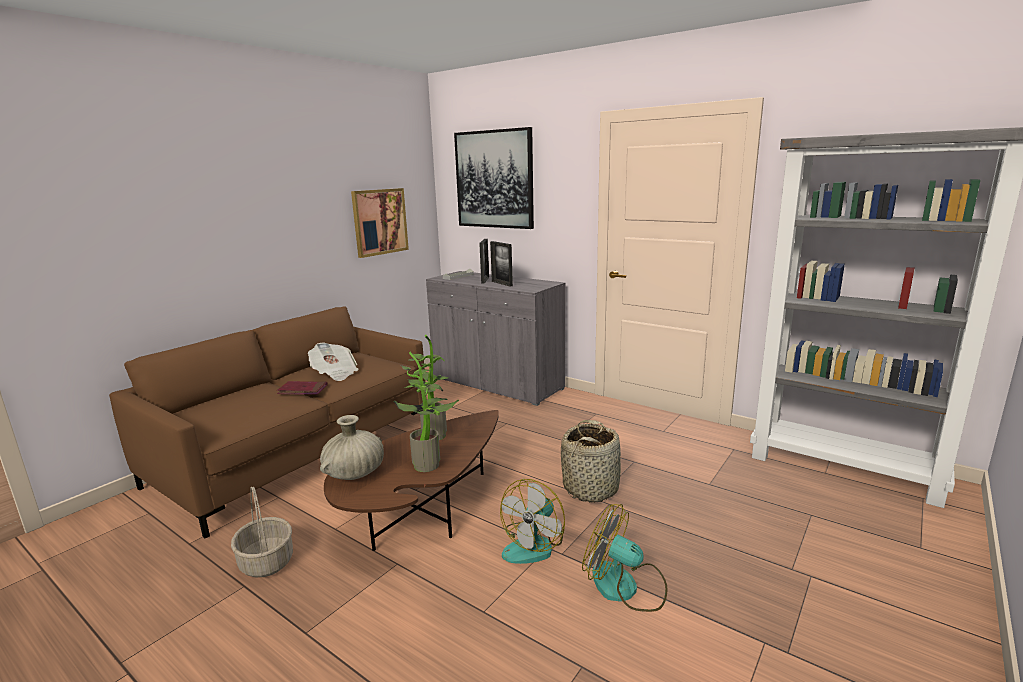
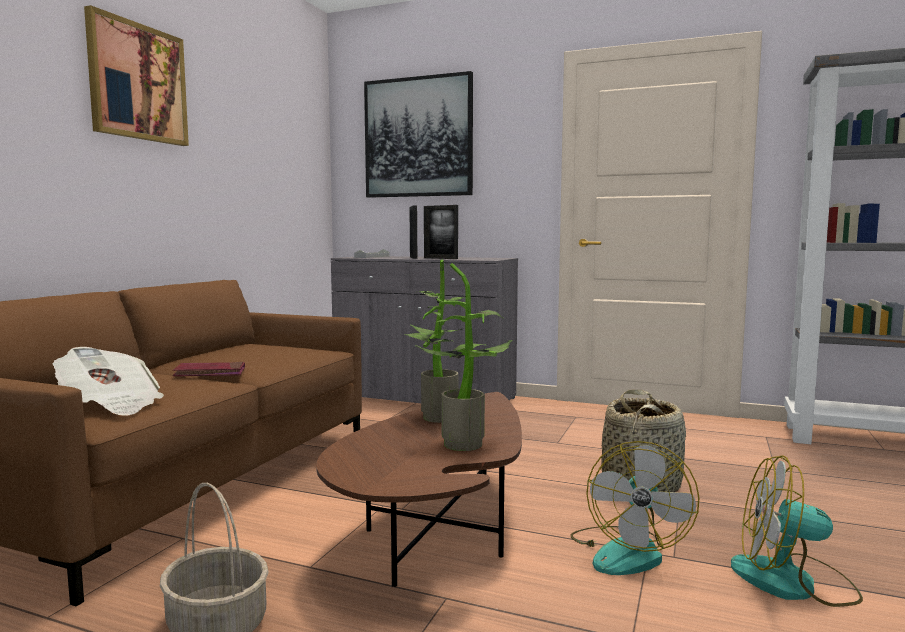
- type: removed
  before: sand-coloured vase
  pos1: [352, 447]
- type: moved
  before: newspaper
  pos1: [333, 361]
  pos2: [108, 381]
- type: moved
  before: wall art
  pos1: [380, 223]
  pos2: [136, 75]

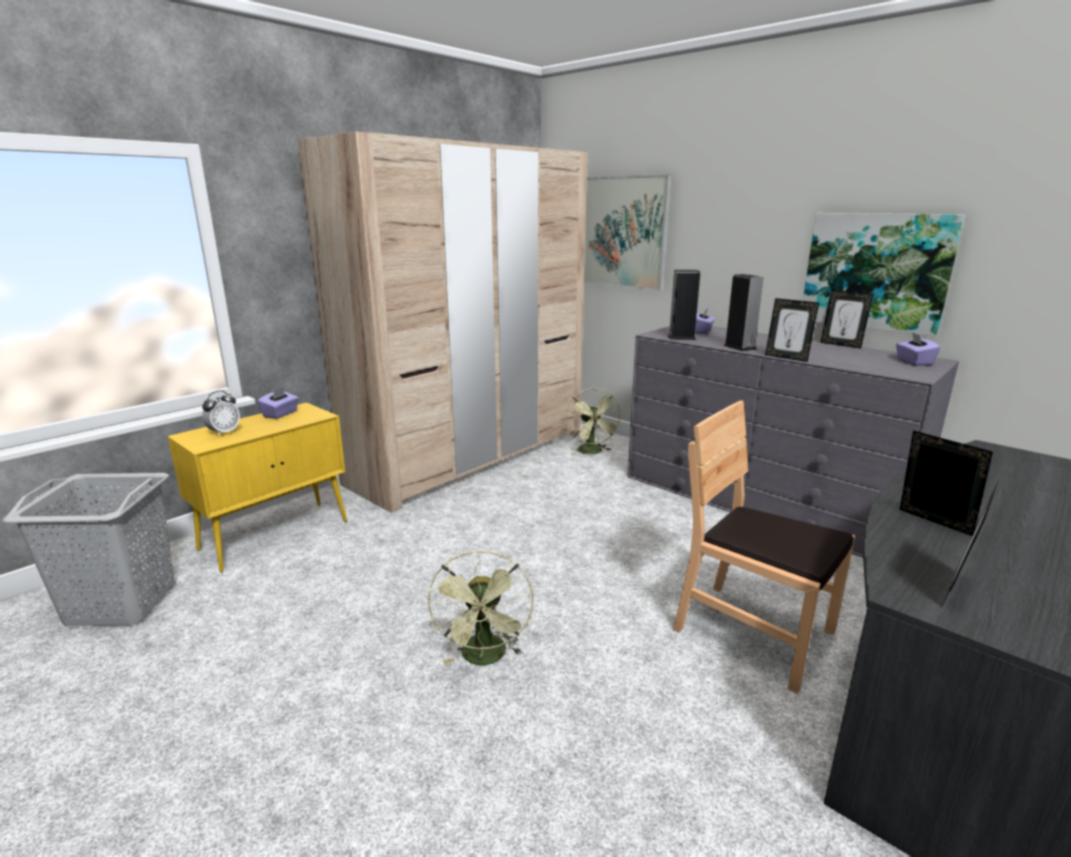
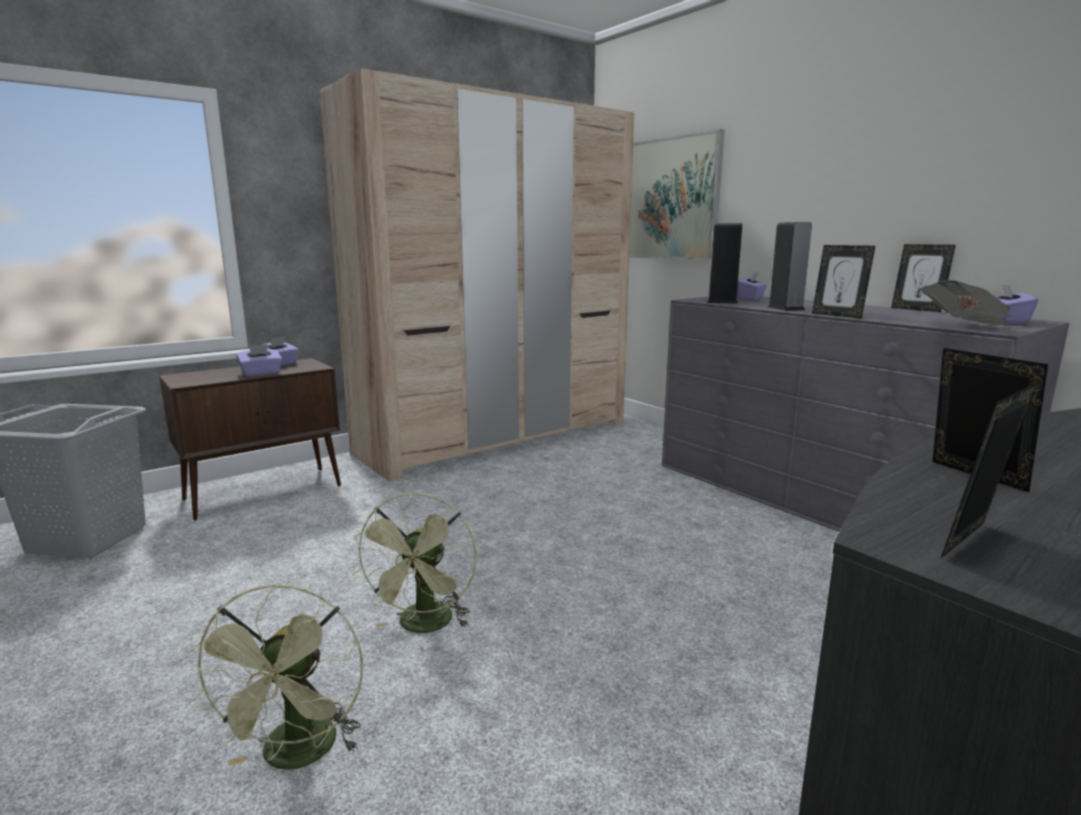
- type: removed
  before: bedside clock
  pos1: [221, 413]
- type: removed
  before: brownish chair
  pos1: [764, 547]
- type: removed
  before: wall art
  pos1: [884, 275]
- type: added
  after: purplish box of tissues
  pos2: [259, 360]
- type: added
  after: newspaper
  pos2: [966, 302]
- type: moved
  before: greenish fan
  pos1: [593, 421]
  pos2: [275, 677]
- type: recoloured
  before: yellow-coloured cupboard
  after: brownish cupboard
  pos1: [257, 487]
  pos2: [250, 439]

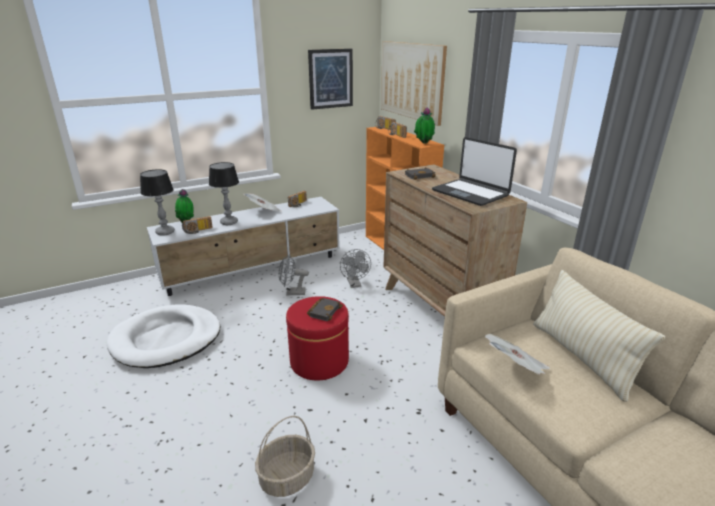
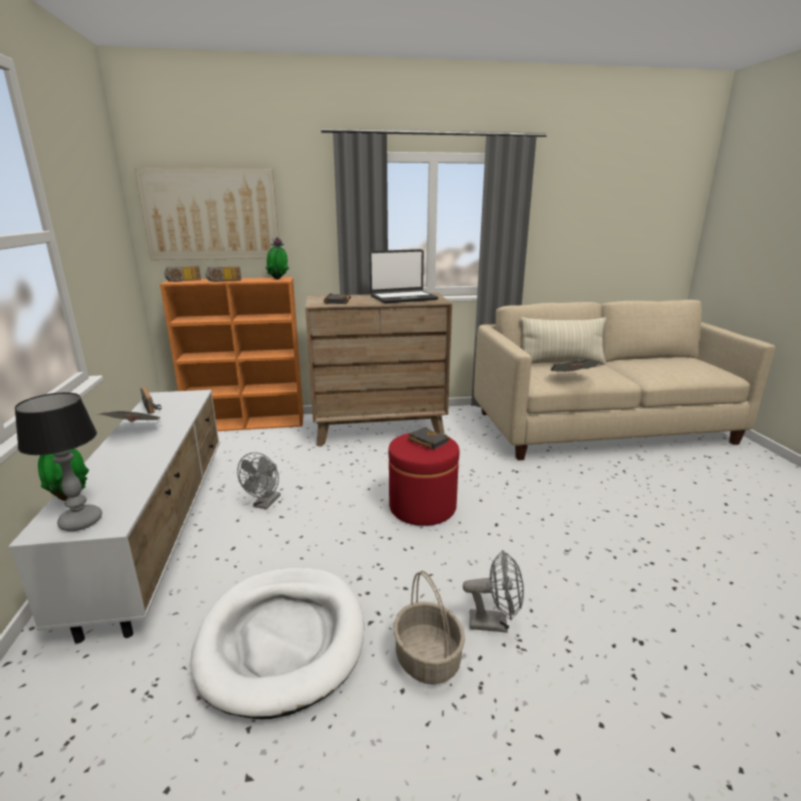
- type: removed
  before: radio receiver
  pos1: [197, 225]
- type: removed
  before: table lamp
  pos1: [224, 193]
- type: removed
  before: wall art
  pos1: [330, 79]
- type: moved
  before: household basket
  pos1: [285, 456]
  pos2: [429, 628]
- type: moved
  before: gray fan
  pos1: [355, 268]
  pos2: [493, 591]

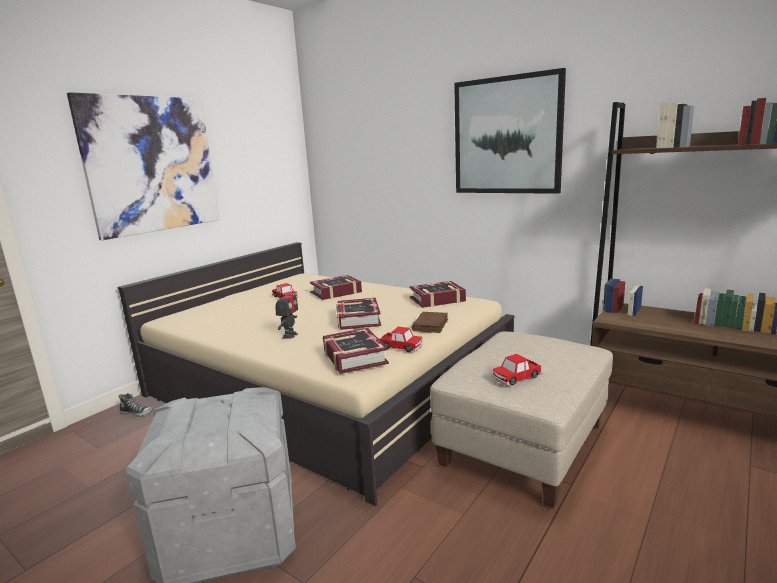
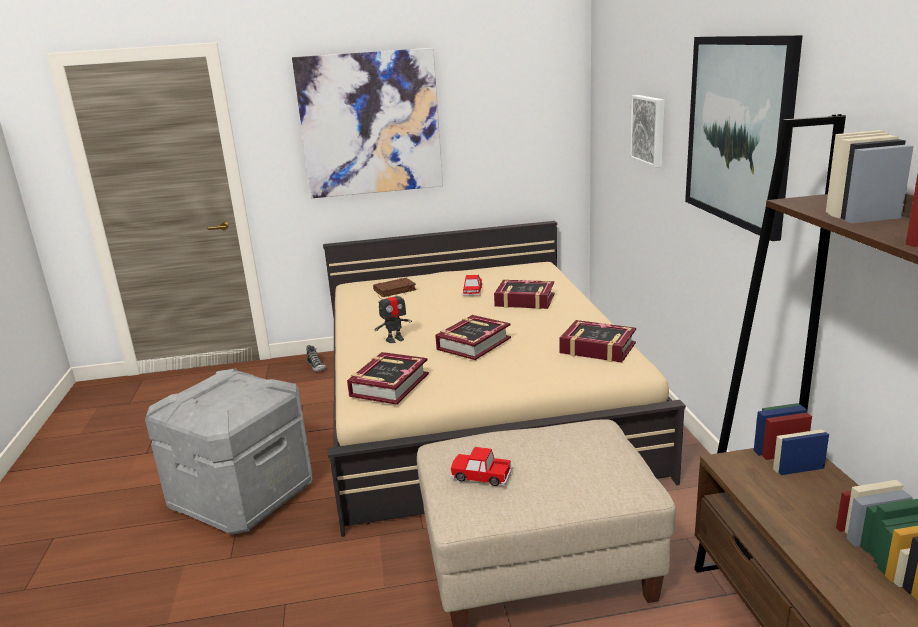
- type: removed
  before: toy car
  pos1: [401, 339]
- type: added
  after: wall art
  pos2: [647, 131]
- type: moved
  before: brownish bound book
  pos1: [429, 322]
  pos2: [395, 287]

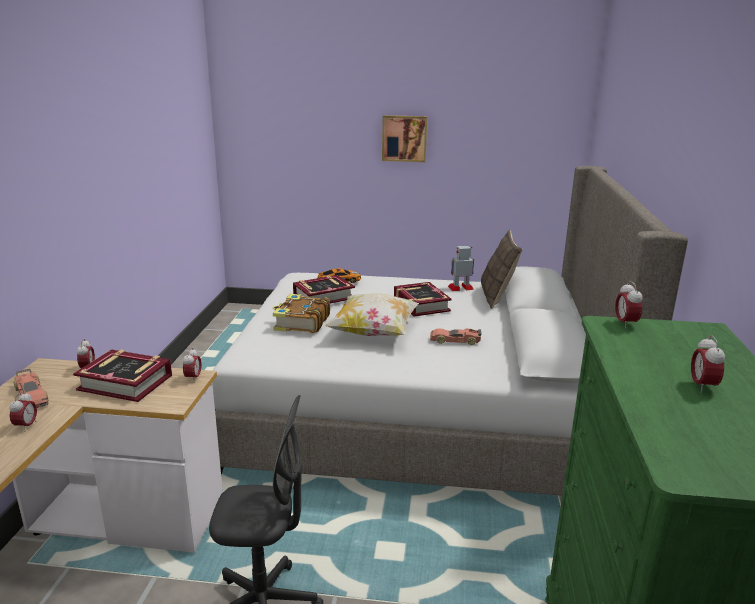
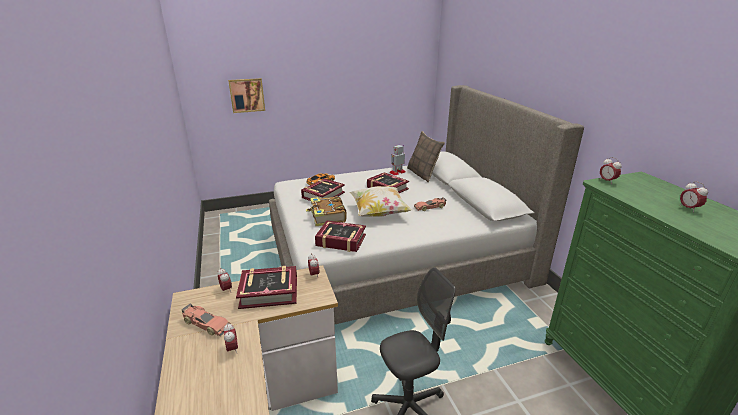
- type: added
  after: bound book
  pos2: [340, 236]
- type: moved
  before: wall art
  pos1: [405, 138]
  pos2: [246, 95]

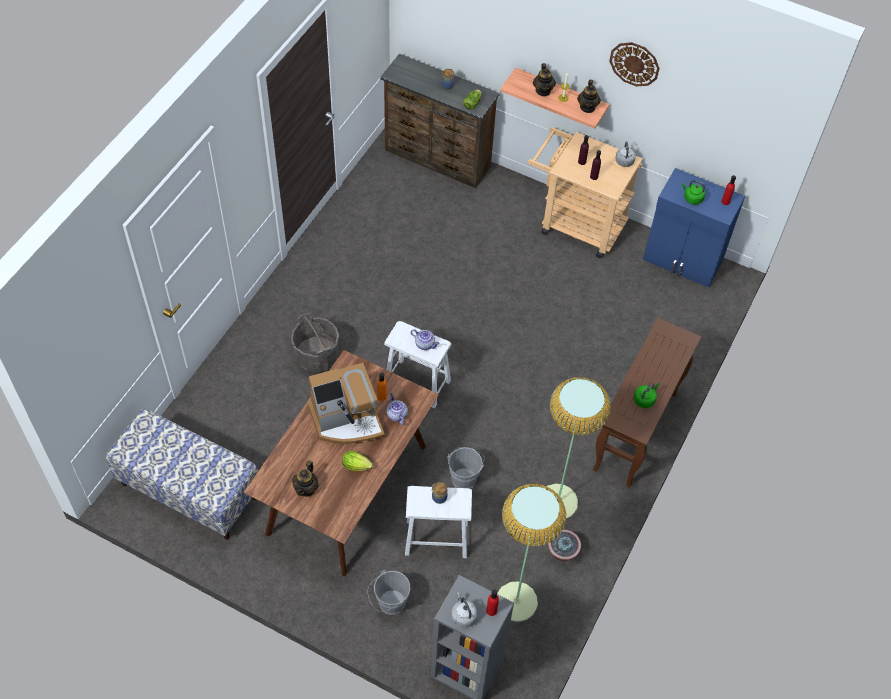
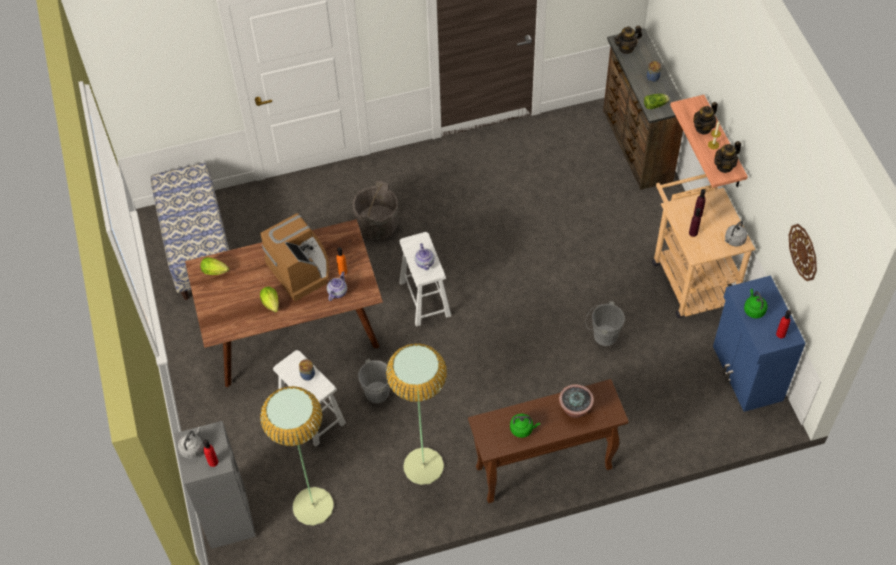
- type: added
  after: lettuce
  pos2: [214, 266]
- type: moved
  before: tea pot
  pos1: [305, 479]
  pos2: [628, 40]
- type: moved
  before: gray water bucket
  pos1: [389, 592]
  pos2: [605, 323]
- type: moved
  before: potted plant
  pos1: [564, 546]
  pos2: [576, 401]
- type: moved
  before: clock on the wall
  pos1: [634, 64]
  pos2: [803, 252]
- type: turned
  before: coffee brewer
  pos1: [346, 403]
  pos2: [294, 257]
  turn: -150

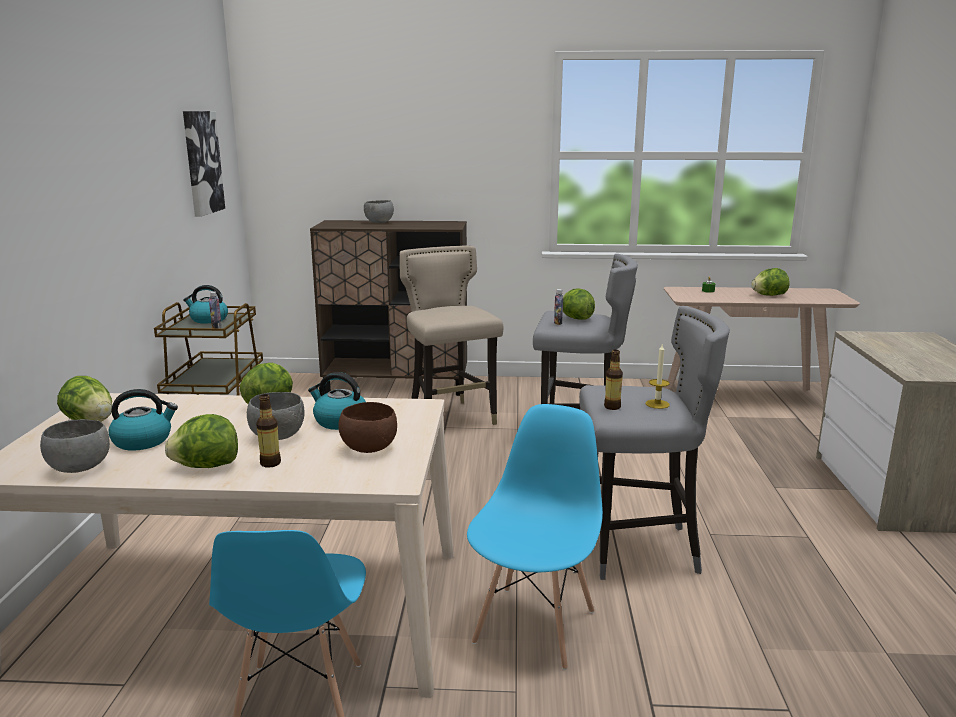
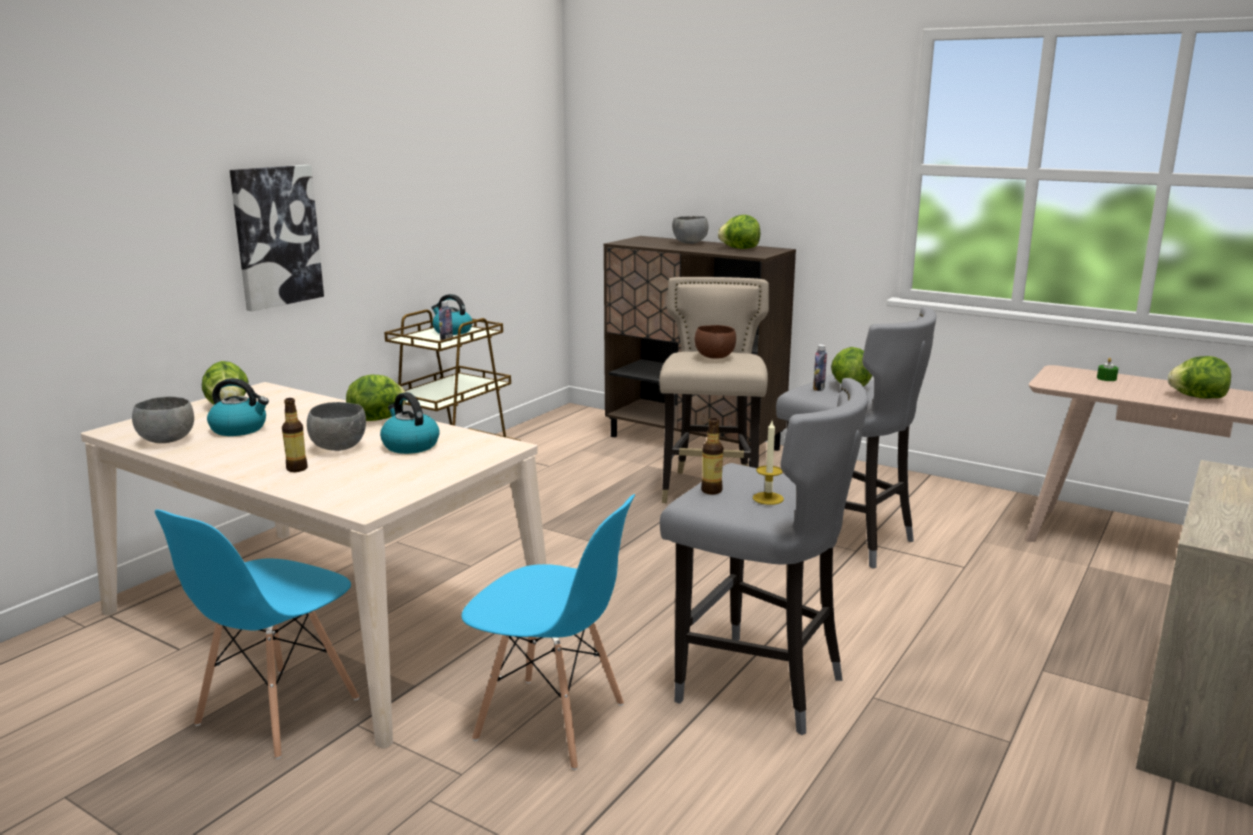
- type: moved
  before: lettuce
  pos1: [201, 441]
  pos2: [739, 232]
- type: moved
  before: wall art
  pos1: [204, 164]
  pos2: [277, 238]
- type: moved
  before: brownish deep dish
  pos1: [367, 427]
  pos2: [715, 342]
- type: turned
  before: bluish chair
  pos1: [535, 537]
  pos2: [548, 632]
  turn: 60

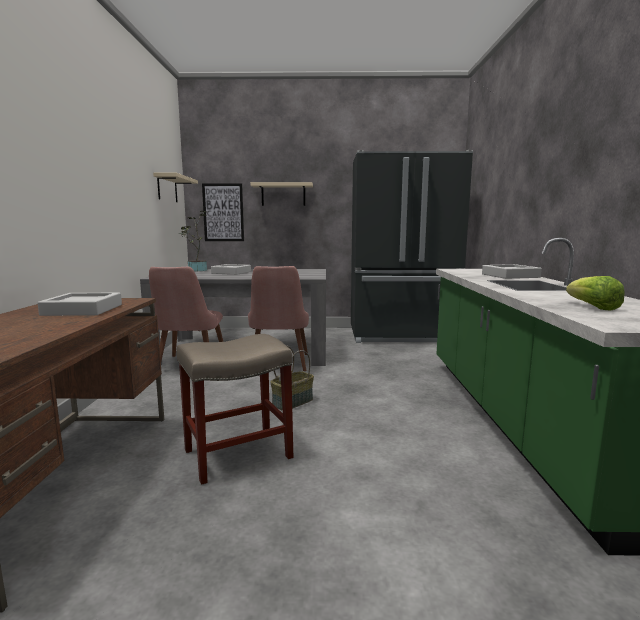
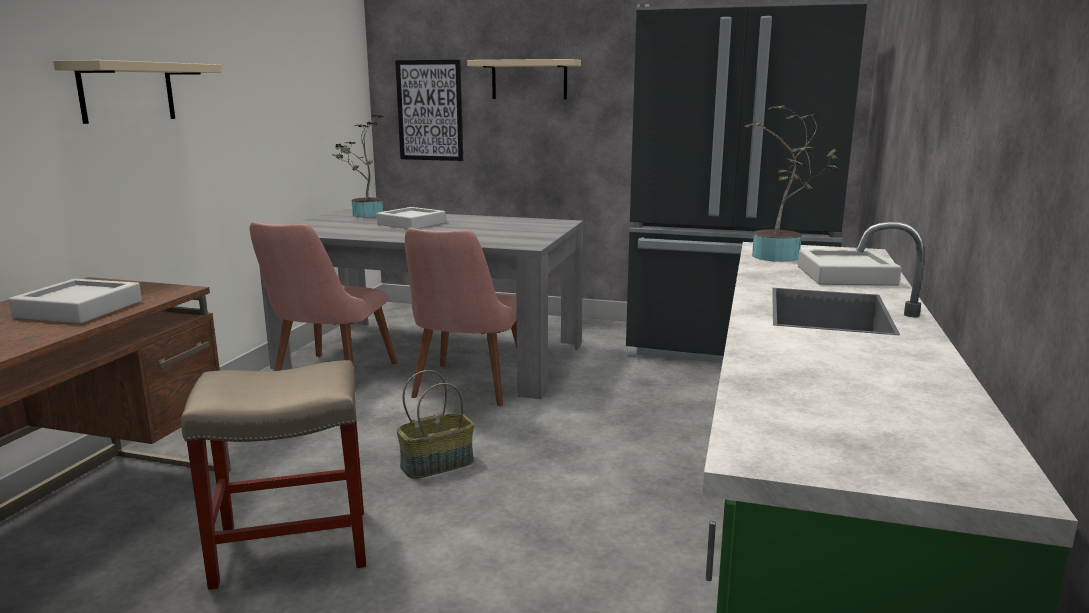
- type: removed
  before: lettuce
  pos1: [595, 293]
- type: added
  after: potted plant
  pos2: [791, 183]
- type: moved
  before: sand-coloured shelf
  pos1: [175, 187]
  pos2: [137, 92]

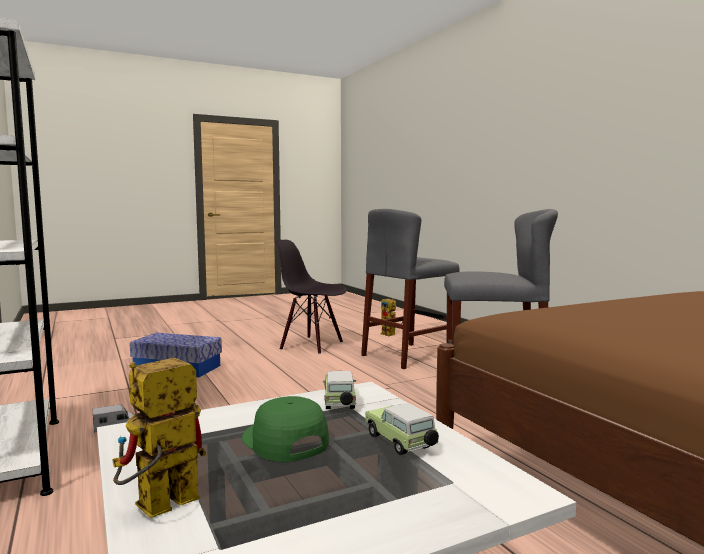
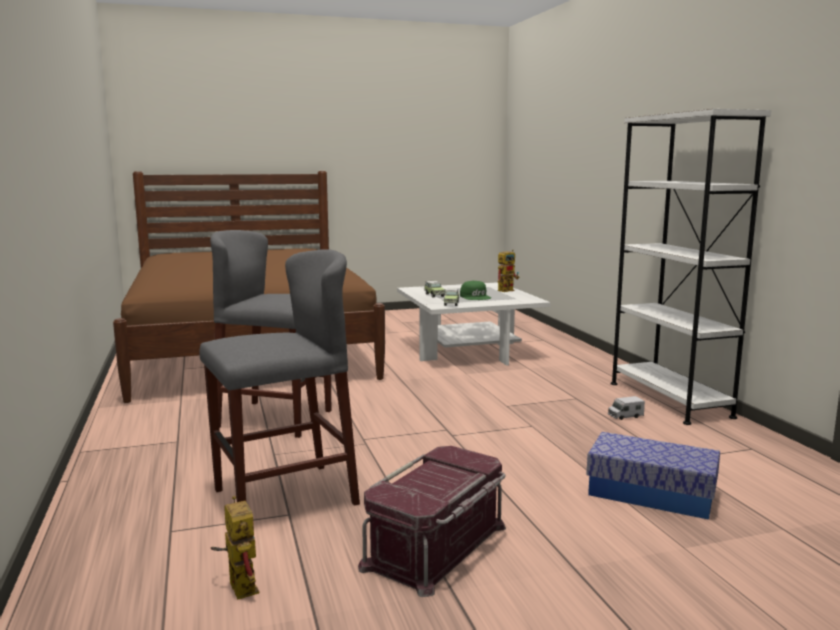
- type: replaced
  before: blackish chair
  after: red storage bin
  pos1: [311, 297]
  pos2: [432, 521]

